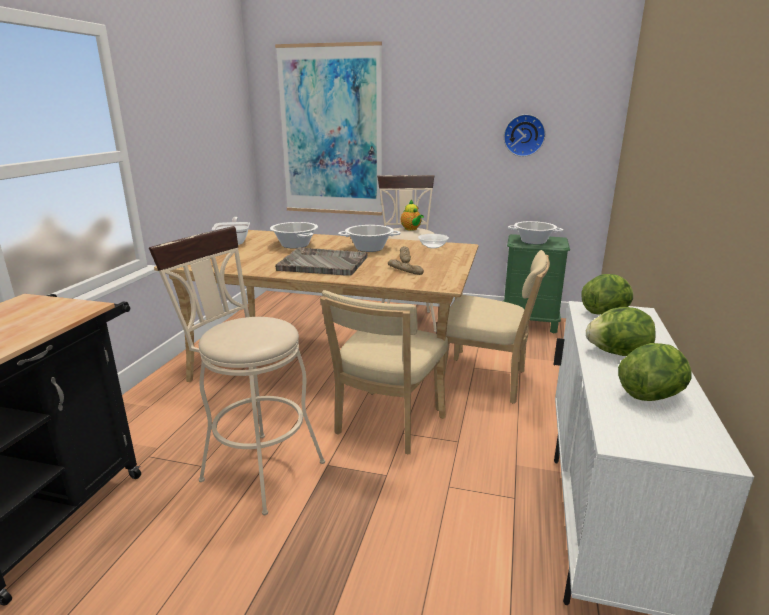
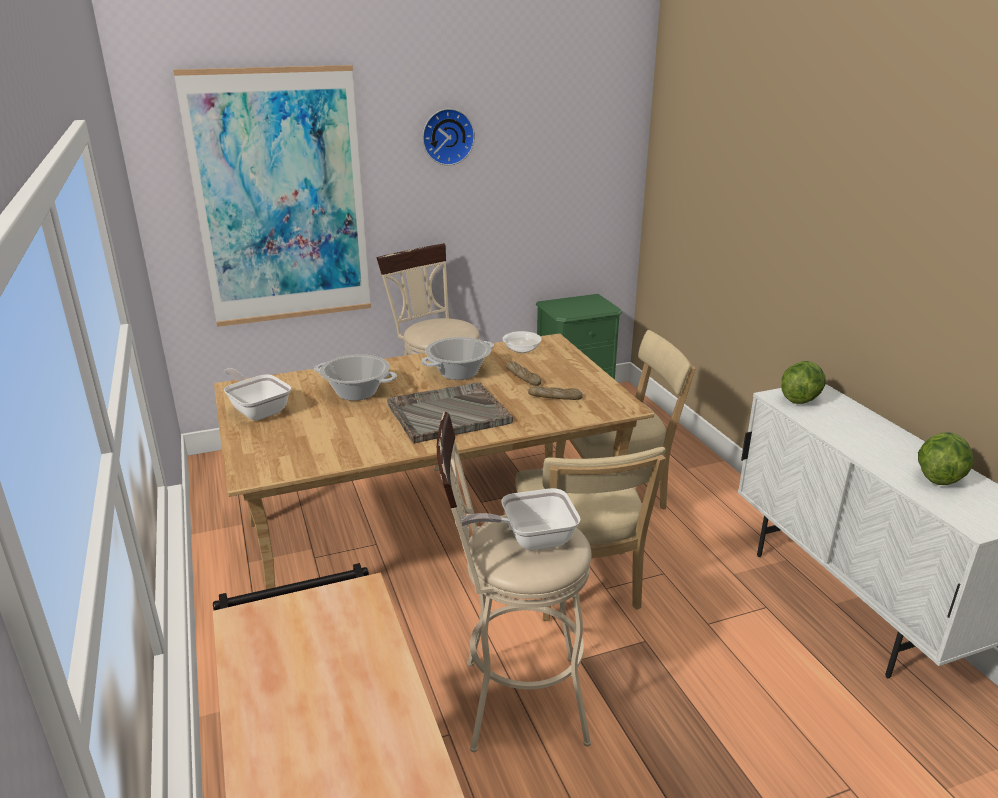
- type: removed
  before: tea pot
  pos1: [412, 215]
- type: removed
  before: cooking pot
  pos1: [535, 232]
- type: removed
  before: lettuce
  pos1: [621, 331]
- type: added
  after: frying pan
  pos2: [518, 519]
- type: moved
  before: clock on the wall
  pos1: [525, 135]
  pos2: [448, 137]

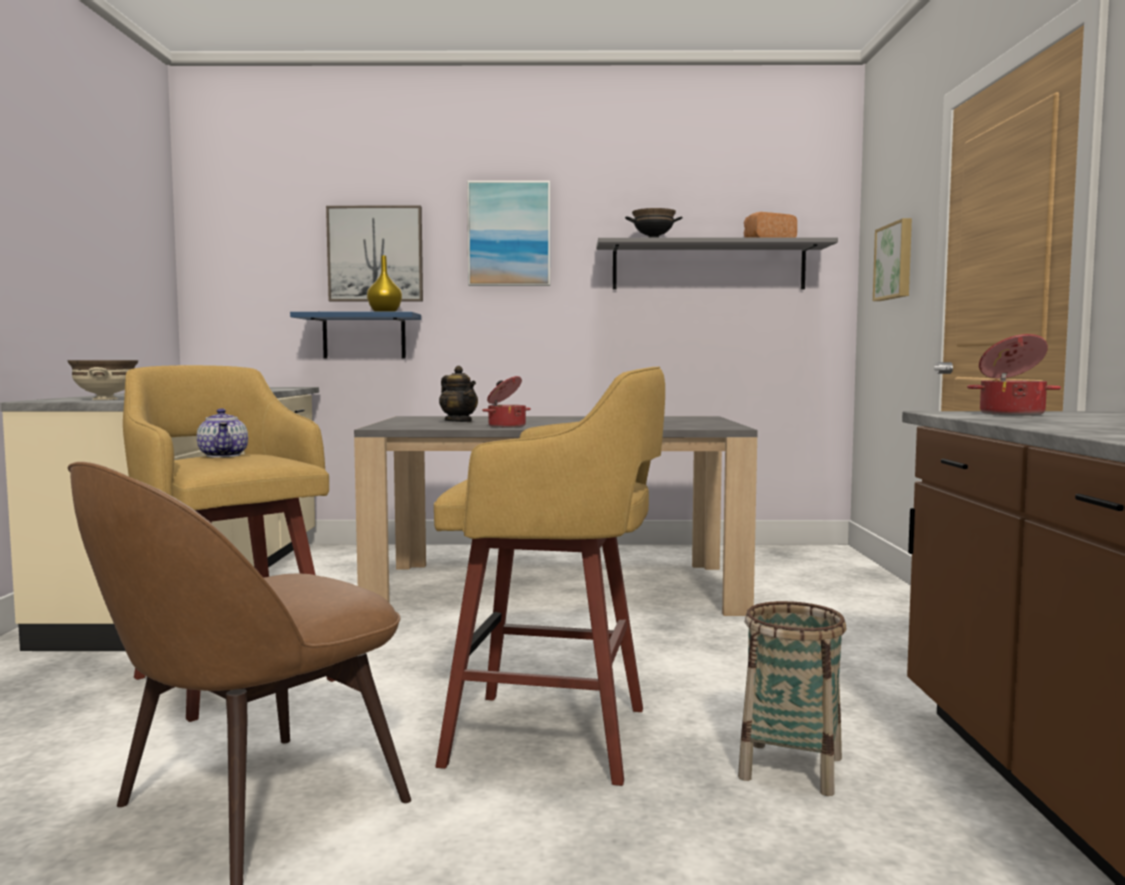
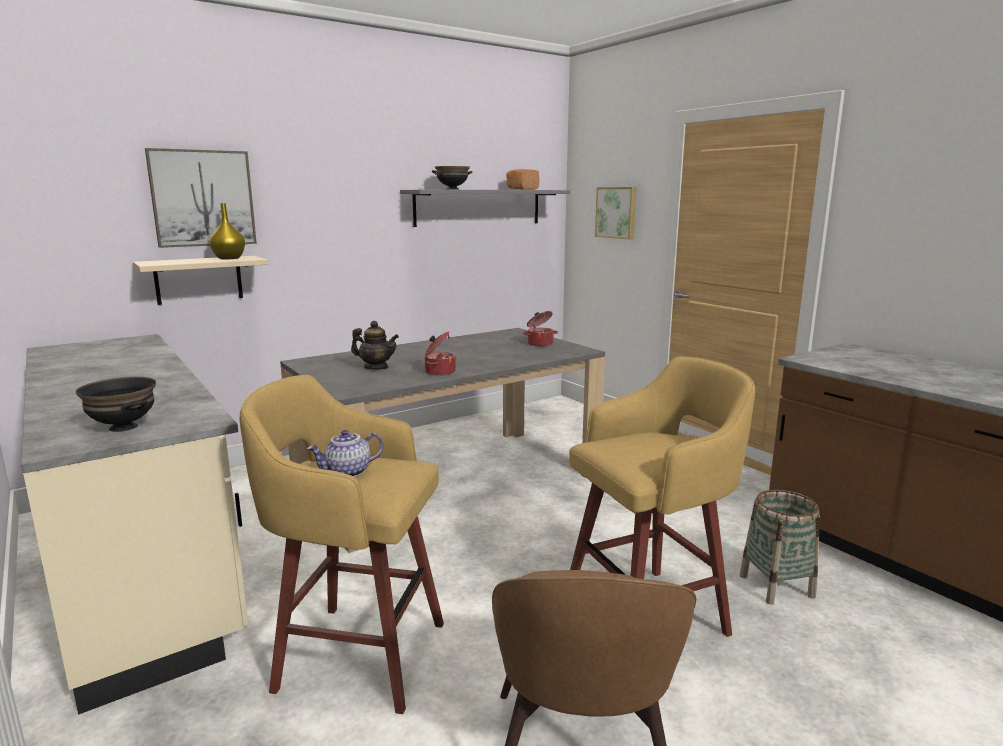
- type: removed
  before: wall art
  pos1: [508, 233]
- type: moved
  before: cooking pot
  pos1: [1014, 375]
  pos2: [540, 329]
- type: recoloured
  before: sand-coloured deep dish
  after: blackish deep dish
  pos1: [102, 380]
  pos2: [115, 404]
- type: recoloured
  before: bluish shelf
  after: sand-coloured shelf
  pos1: [355, 335]
  pos2: [200, 280]
- type: turned
  before: tea pot
  pos1: [222, 433]
  pos2: [345, 453]
  turn: 120

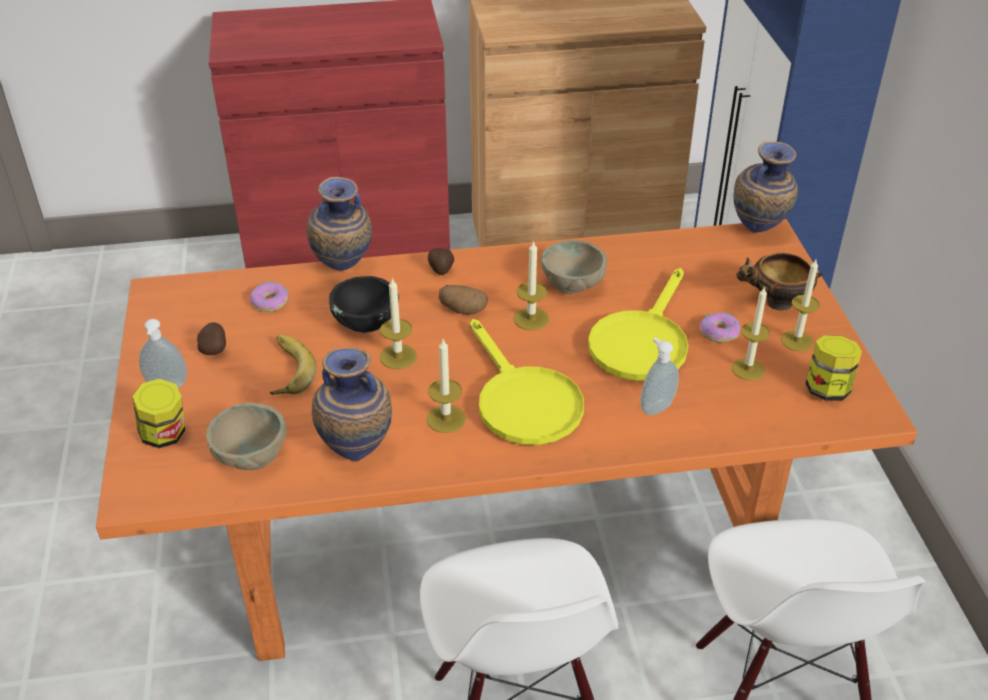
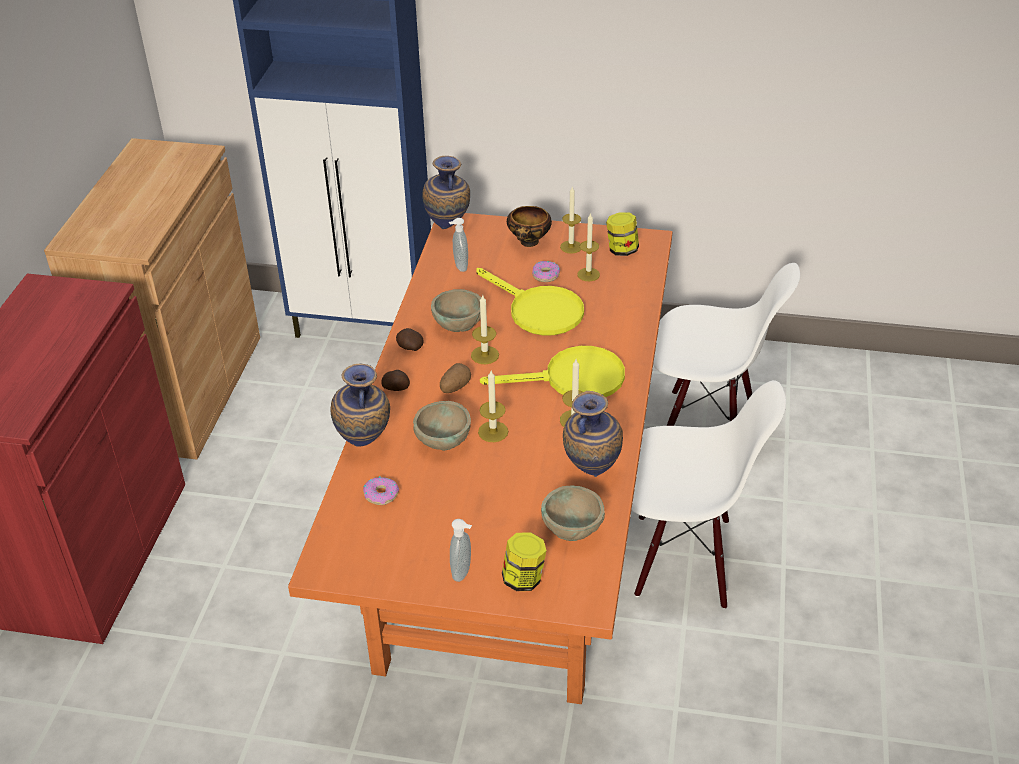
- type: removed
  before: whole banana
  pos1: [293, 365]
- type: moved
  before: whole potato
  pos1: [211, 338]
  pos2: [410, 339]
- type: moved
  before: soap bottle
  pos1: [659, 376]
  pos2: [458, 245]
- type: recoloured
  before: blackish deep dish
  after: sand-coloured deep dish
  pos1: [364, 304]
  pos2: [442, 426]

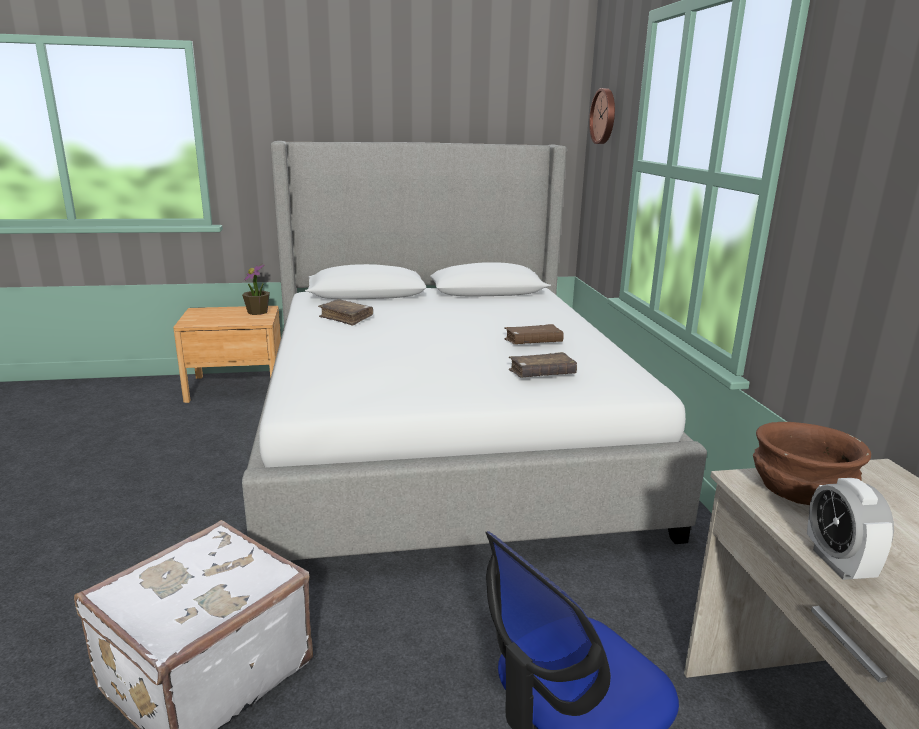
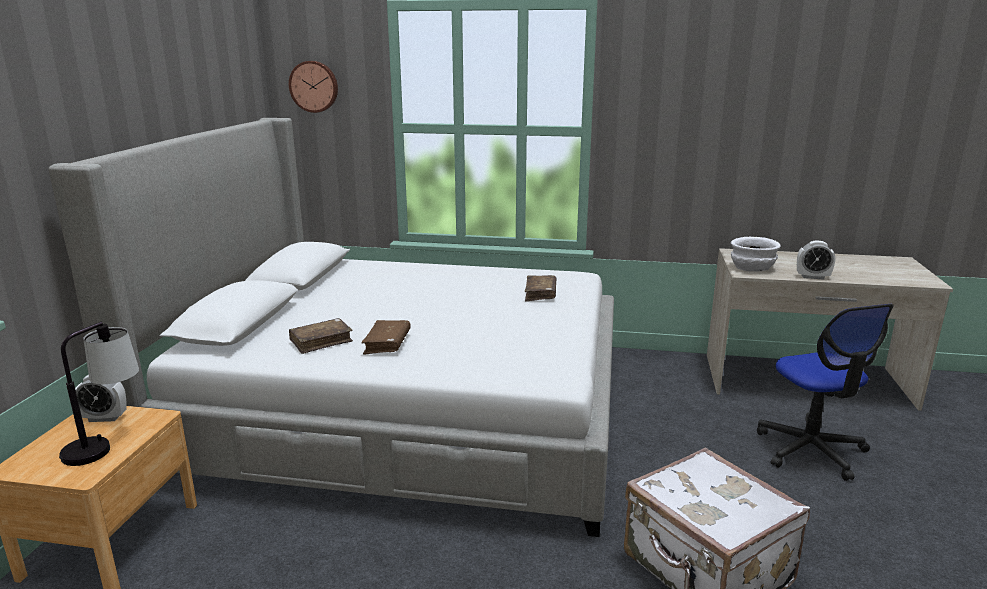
- type: added
  after: table lamp
  pos2: [99, 394]
- type: moved
  before: brownish bound book
  pos1: [534, 334]
  pos2: [386, 337]
- type: replaced
  before: potted plant
  after: bedside clock
  pos1: [256, 289]
  pos2: [101, 398]
- type: recoloured
  before: brownish deep dish
  after: white-coloured deep dish
  pos1: [812, 463]
  pos2: [756, 254]

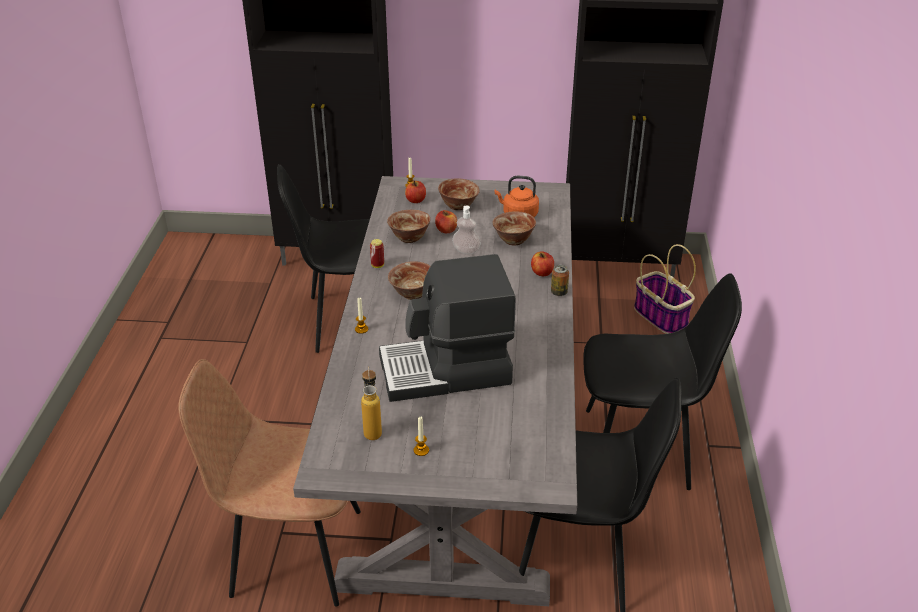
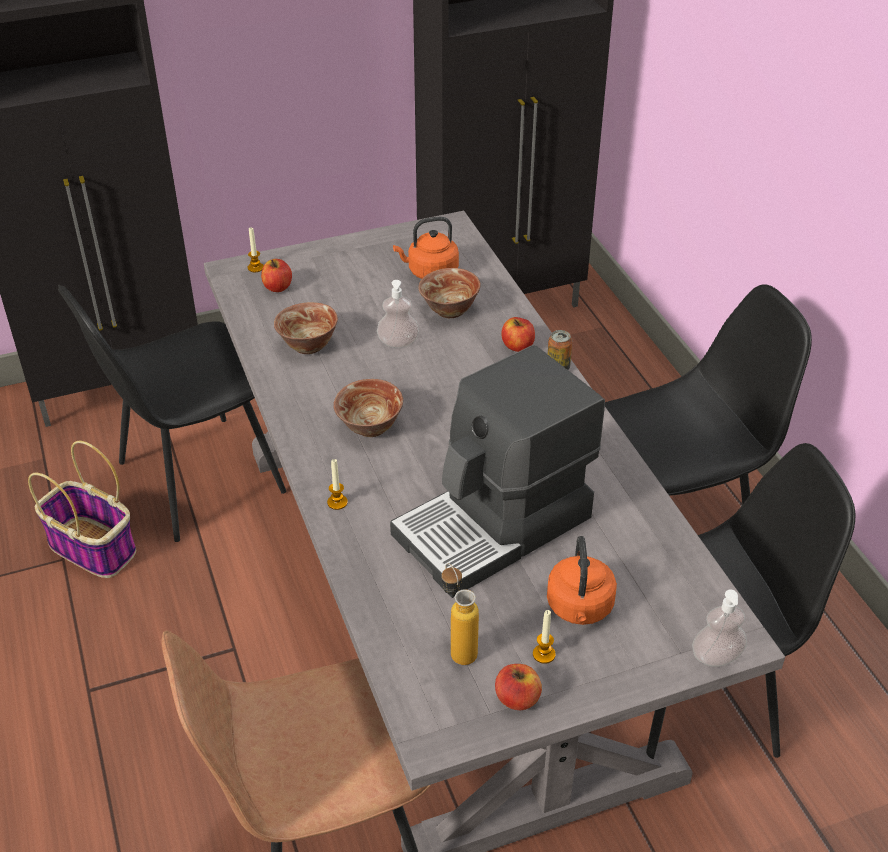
- type: removed
  before: can
  pos1: [377, 253]
- type: removed
  before: deep dish
  pos1: [459, 194]
- type: added
  after: orange water kettle
  pos2: [582, 580]
- type: added
  after: soap bottle
  pos2: [719, 628]
- type: moved
  before: apple fruit
  pos1: [446, 221]
  pos2: [518, 687]
- type: moved
  before: household basket
  pos1: [665, 289]
  pos2: [82, 509]

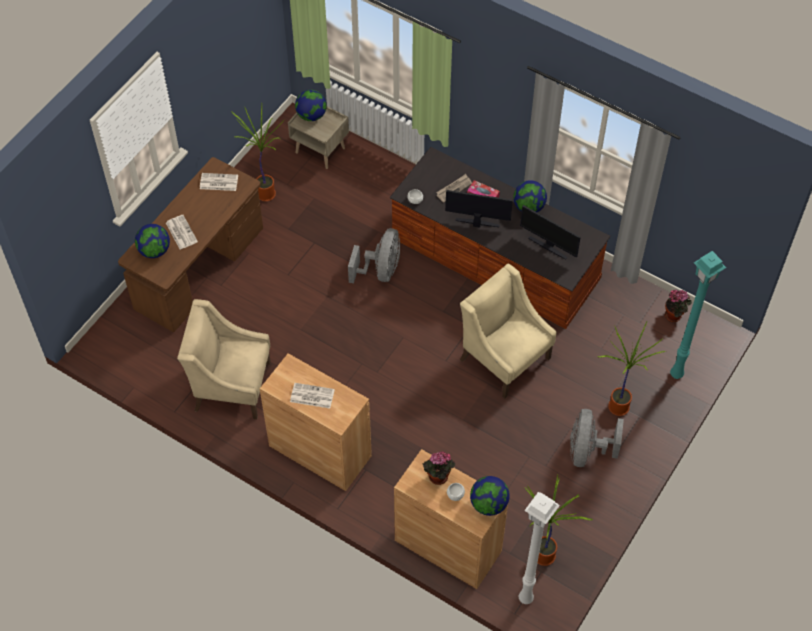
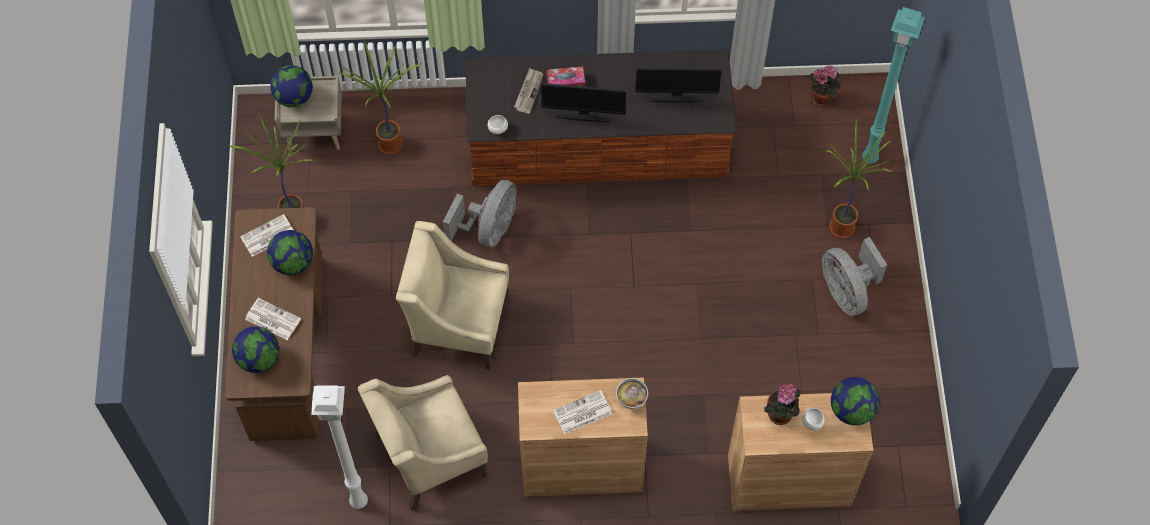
- type: added
  after: deep dish
  pos2: [632, 393]
- type: moved
  before: sand-coloured armchair
  pos1: [508, 331]
  pos2: [452, 295]
- type: moved
  before: globe
  pos1: [530, 196]
  pos2: [290, 252]
- type: moved
  before: white-coloured standing lamp
  pos1: [539, 548]
  pos2: [339, 447]
- type: moved
  before: potted plant
  pos1: [559, 520]
  pos2: [380, 97]
- type: turned
  before: gray fan
  pos1: [374, 255]
  pos2: [480, 213]
  turn: 45
- type: turned
  before: computer screen
  pos1: [479, 209]
  pos2: [583, 102]
  turn: -150

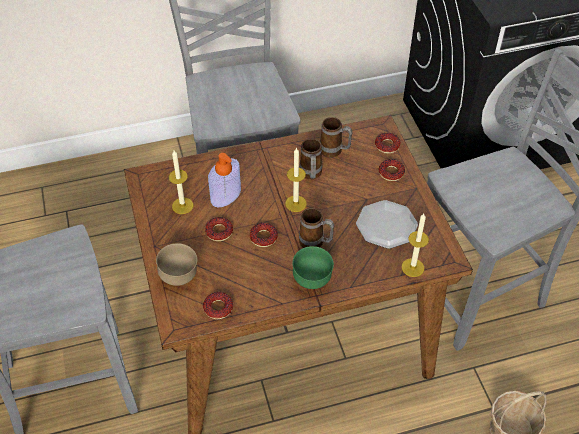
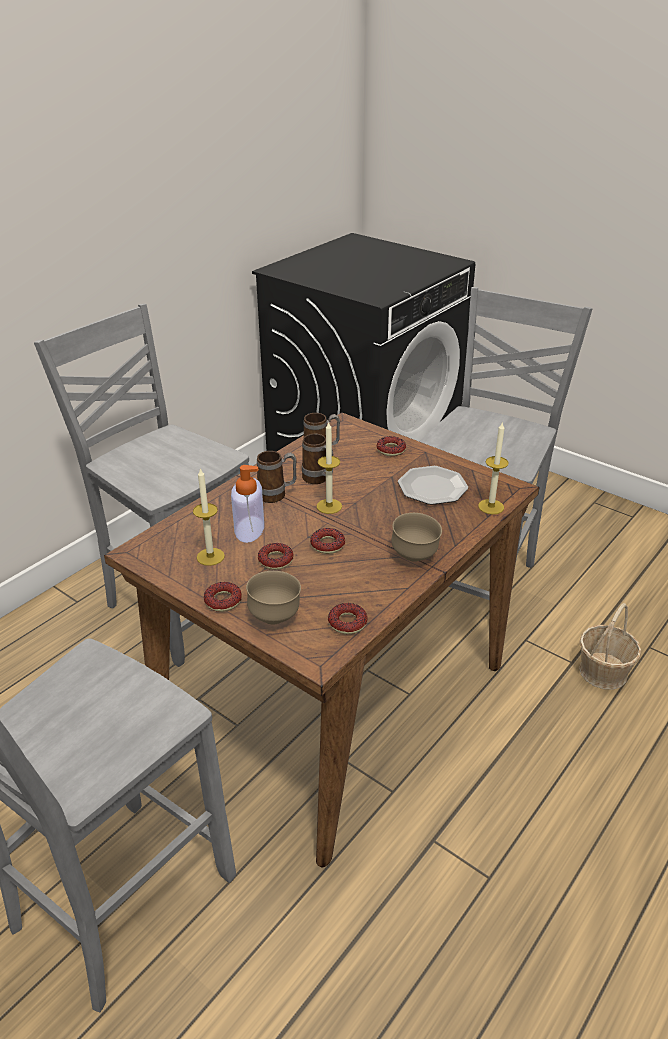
- type: moved
  before: tea mug
  pos1: [316, 228]
  pos2: [277, 477]
- type: moved
  before: doughnut
  pos1: [388, 143]
  pos2: [223, 597]
- type: recoloured
  before: greenish deep dish
  after: brownish deep dish
  pos1: [313, 267]
  pos2: [416, 537]

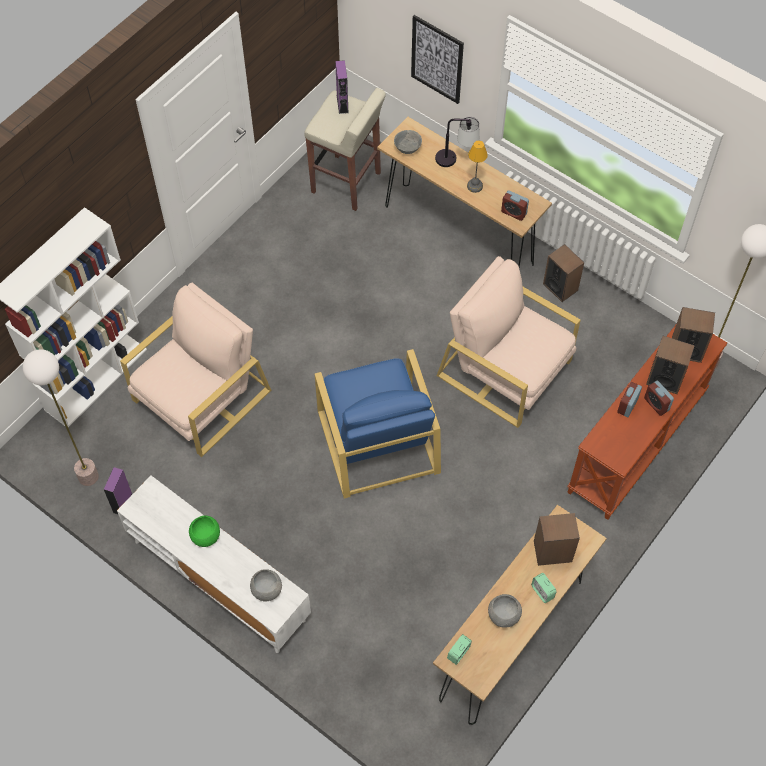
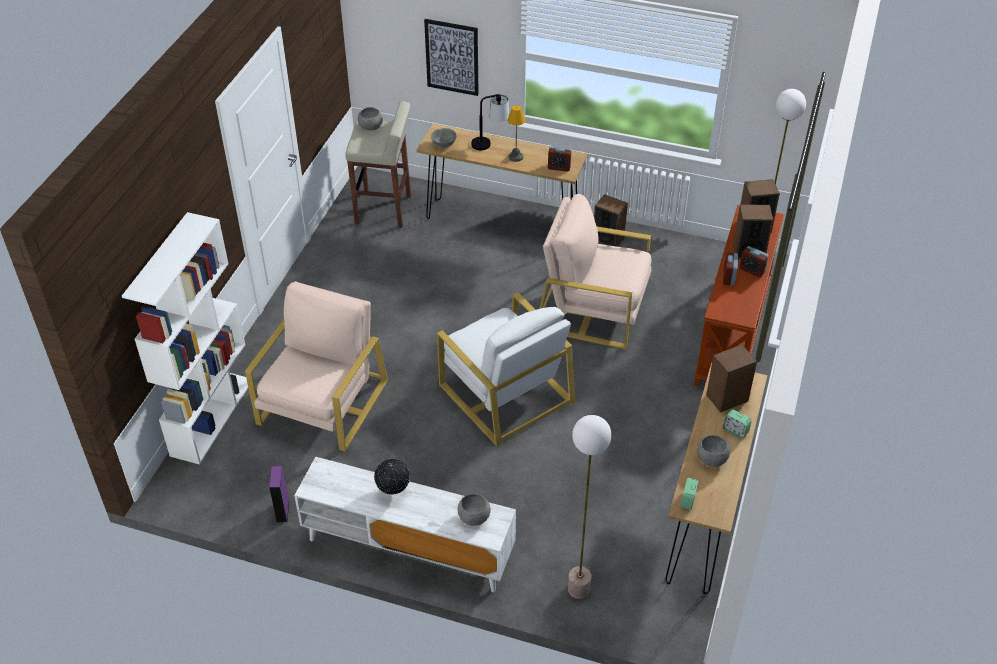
- type: moved
  before: standing lamp
  pos1: [61, 417]
  pos2: [590, 507]
- type: replaced
  before: greenish deep dish
  after: globe
  pos1: [204, 531]
  pos2: [392, 476]
- type: replaced
  before: purplish audio speaker
  after: gray deep dish
  pos1: [342, 87]
  pos2: [370, 118]
- type: recoloured
  before: bluish armchair
  after: white-coloured armchair
  pos1: [378, 424]
  pos2: [506, 369]

